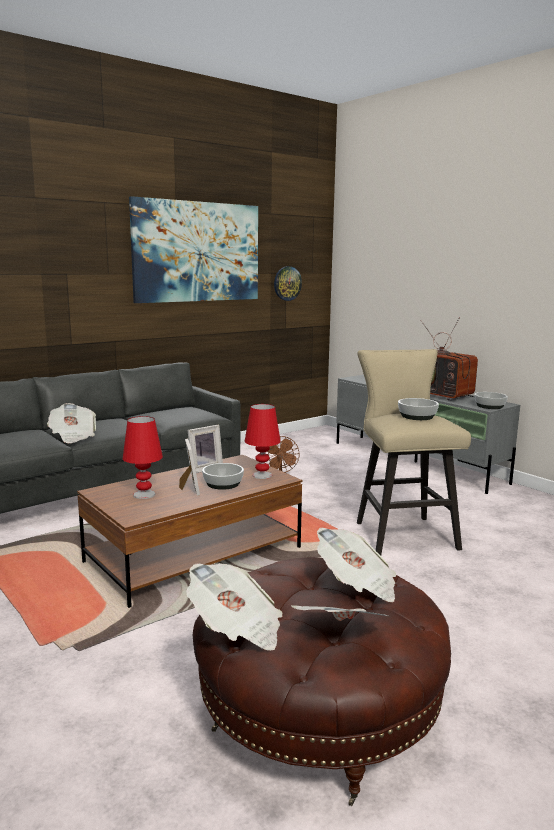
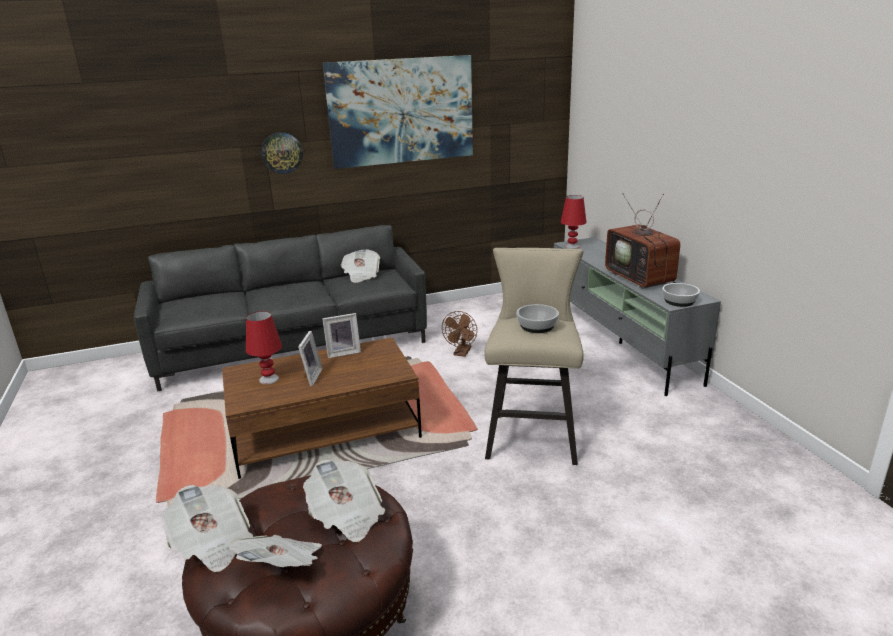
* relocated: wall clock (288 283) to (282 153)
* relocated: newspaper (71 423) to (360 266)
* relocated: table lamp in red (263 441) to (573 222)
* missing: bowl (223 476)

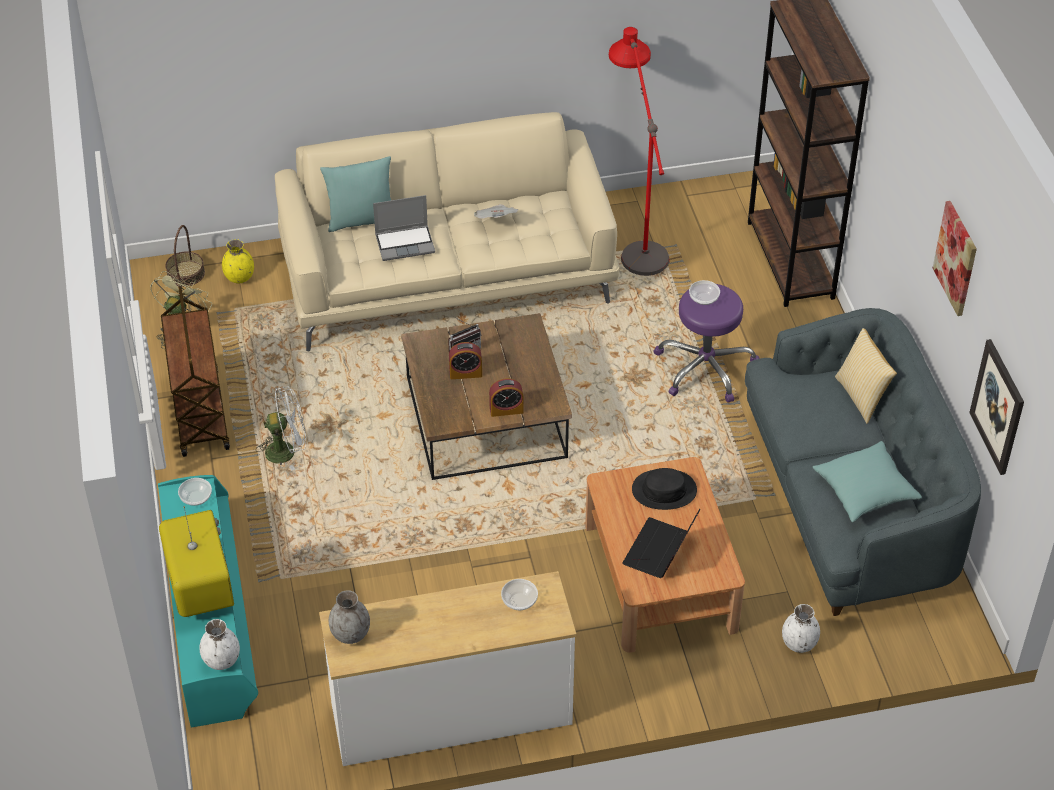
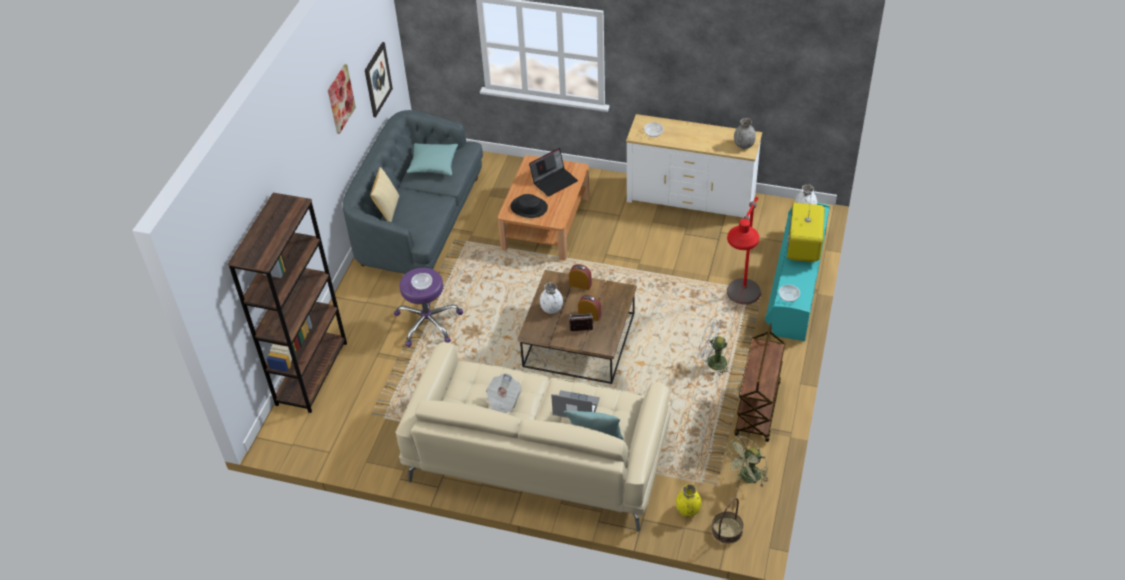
* relocated: vase in white (801 628) to (551 298)
* relocated: floor lamp in red (639 151) to (744 251)

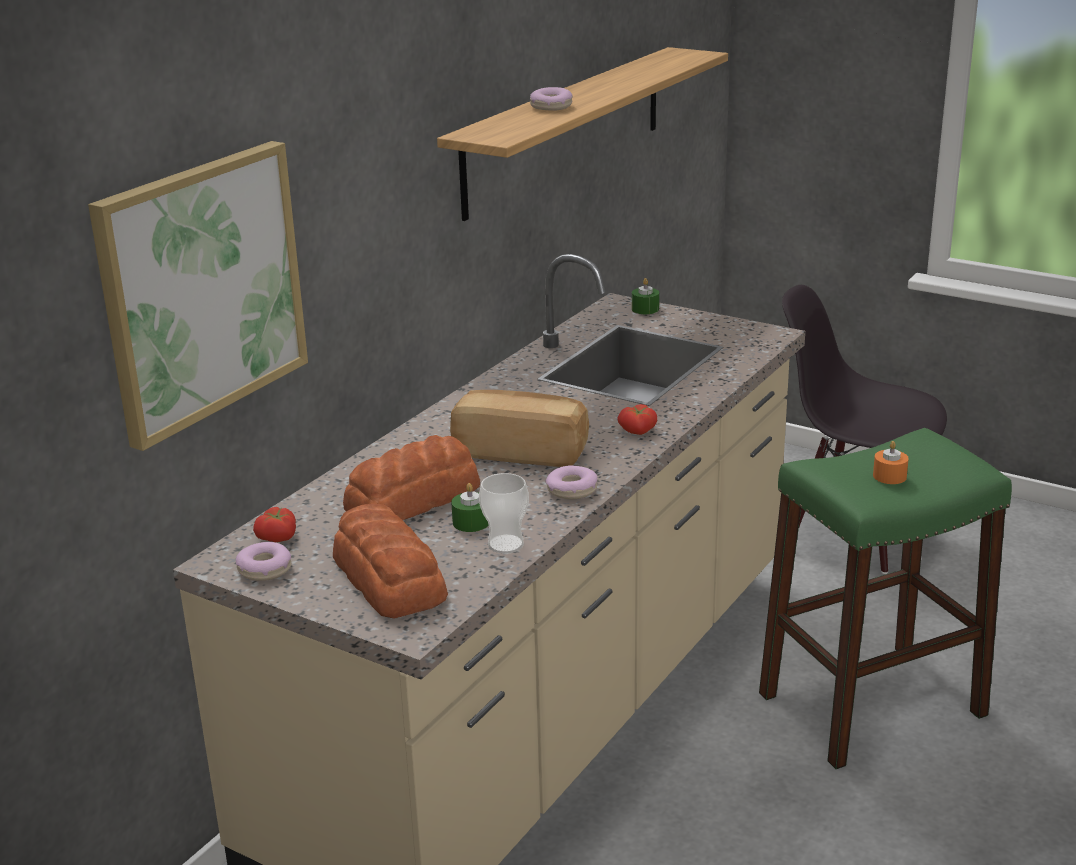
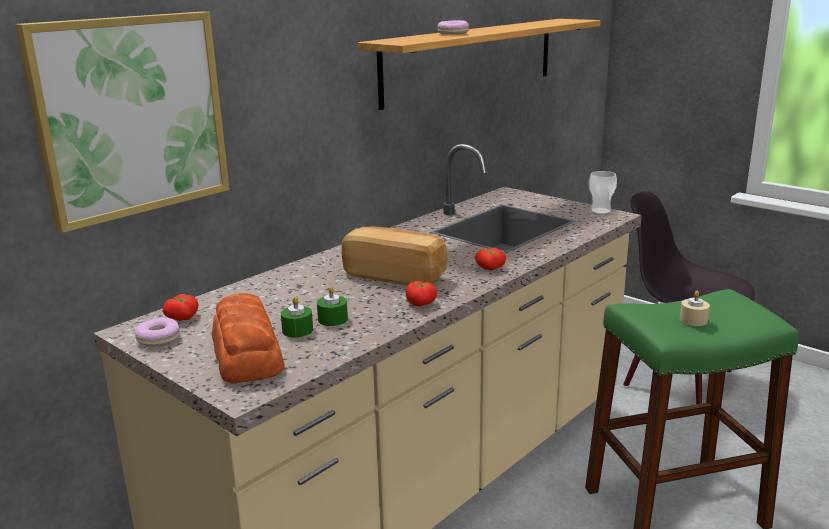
* relocated: candle in green (645 296) to (297 317)
* exchanged: donut (571 482) to tomato (421 294)
* relocated: cup (504 513) to (603 192)
* colour: candle in orange (891 462) to candle in beige (695 308)
* missing: bread (411 477)

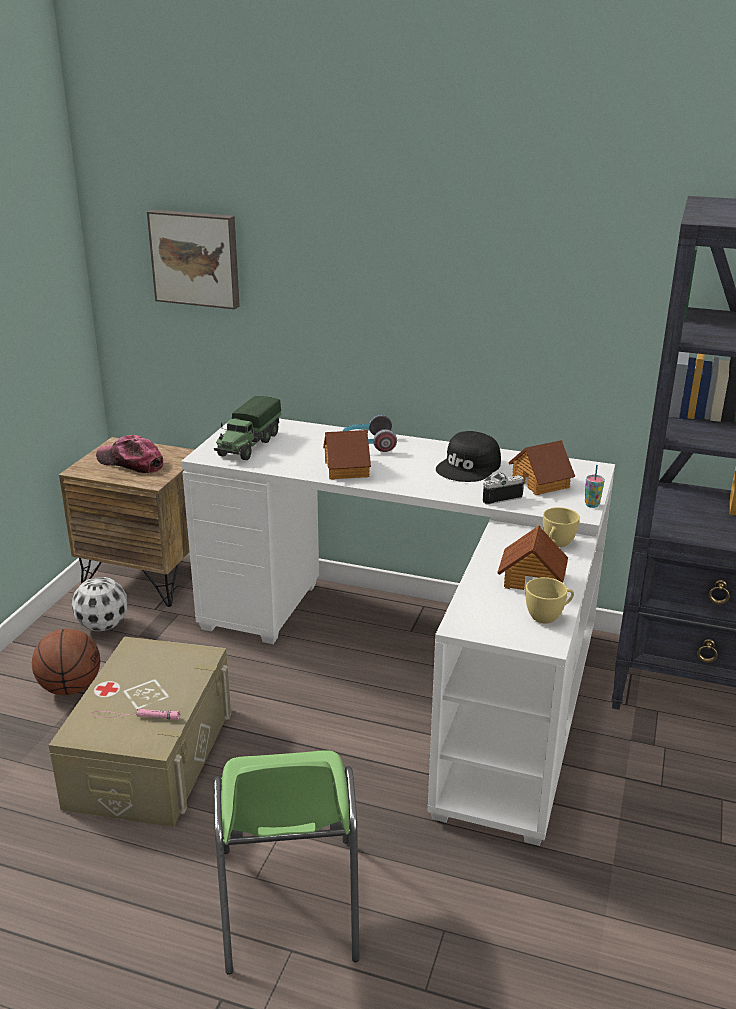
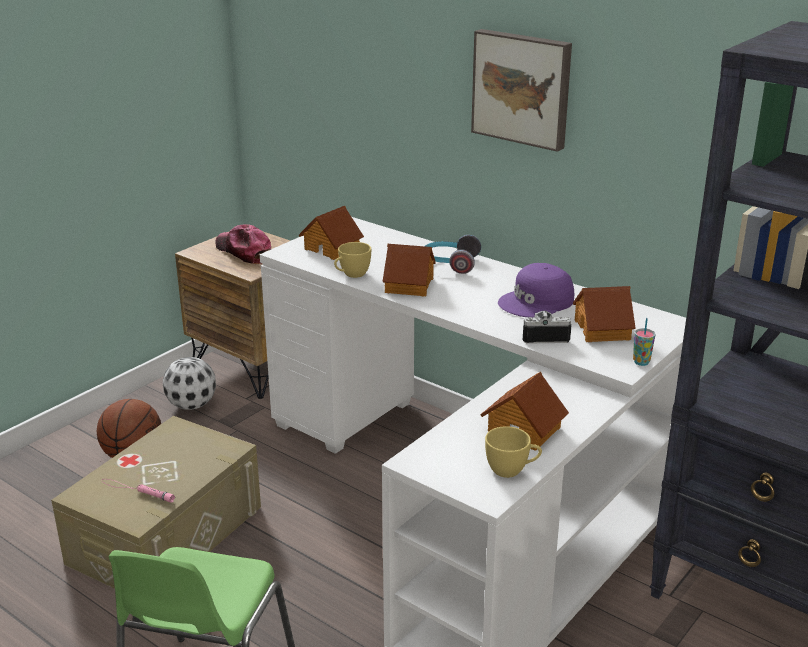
* exchanged: toy truck (247 428) to toy house (331 233)
* relocated: cup in yellow (561 527) to (352 260)
* relocated: picture (193 259) to (521 90)
* colour: cap in black (468 456) to cap in purple (536 290)

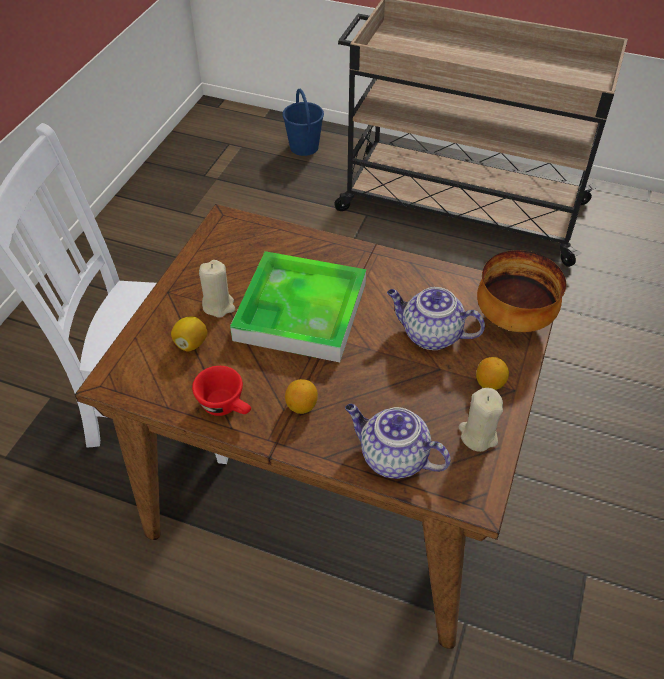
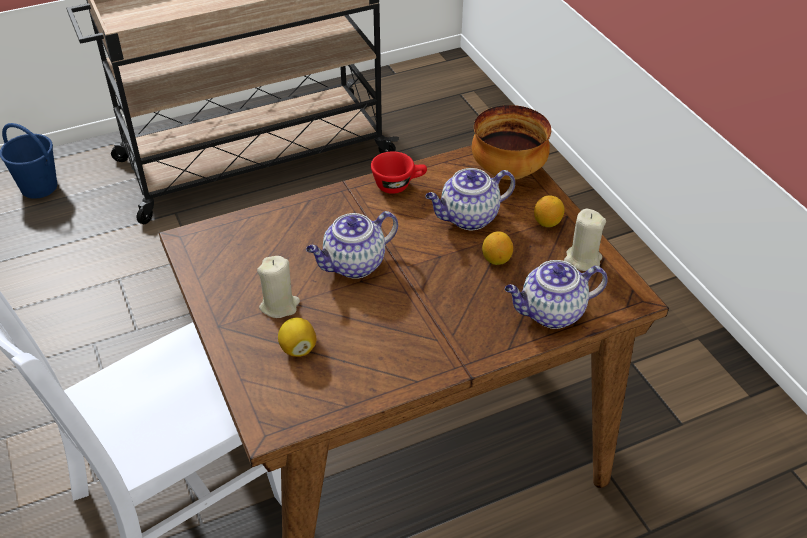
* exchanged: tray (298 306) to teapot (352 245)
* relocated: cup in red (221 391) to (399 172)
* relocated: lemon (301 396) to (497 248)

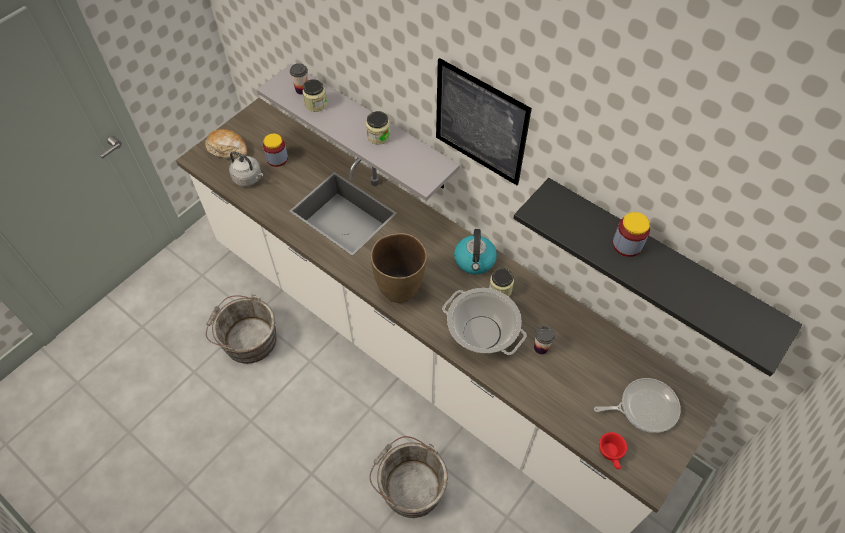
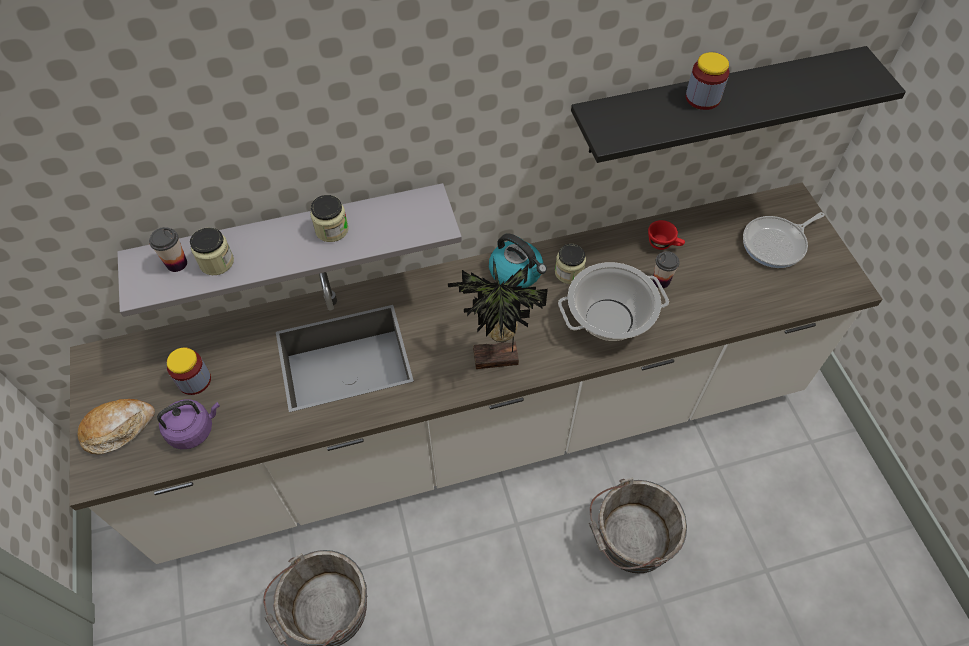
* colour: kettle in grey (246 168) to kettle in purple (188 424)
* exchanged: vase in brown (399 268) to potted plant (498 312)
* relocated: cup in red (613 450) to (666 235)
* spun: frying pan (637 405) = (784 240) 150 degrees counterclockwise
* missing: picture (484 121)

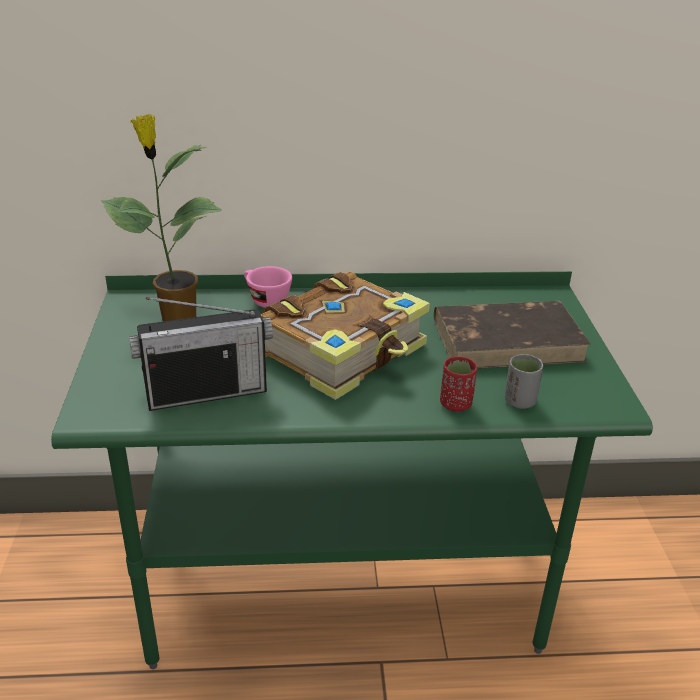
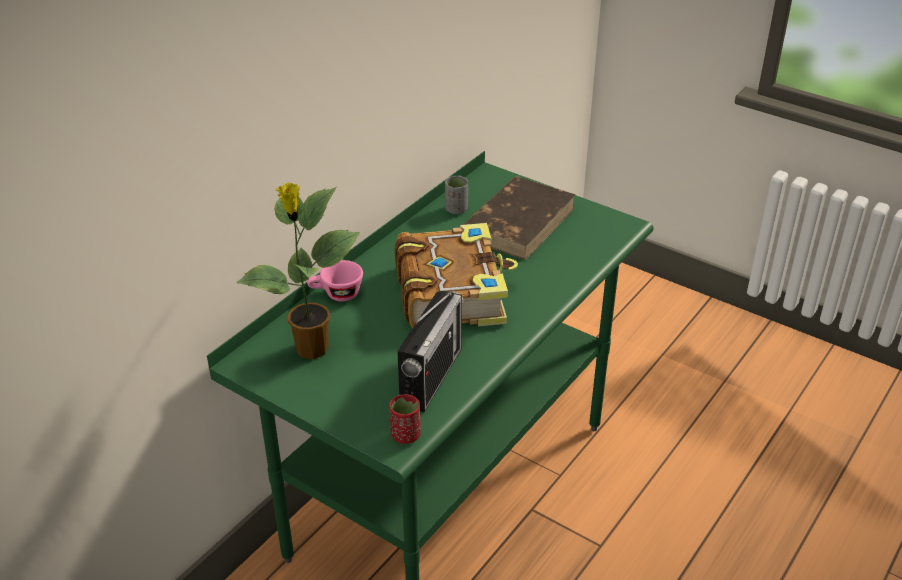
* relocated: cup in red (458 384) to (405 419)
* relocated: cup in grey (524 381) to (456 195)

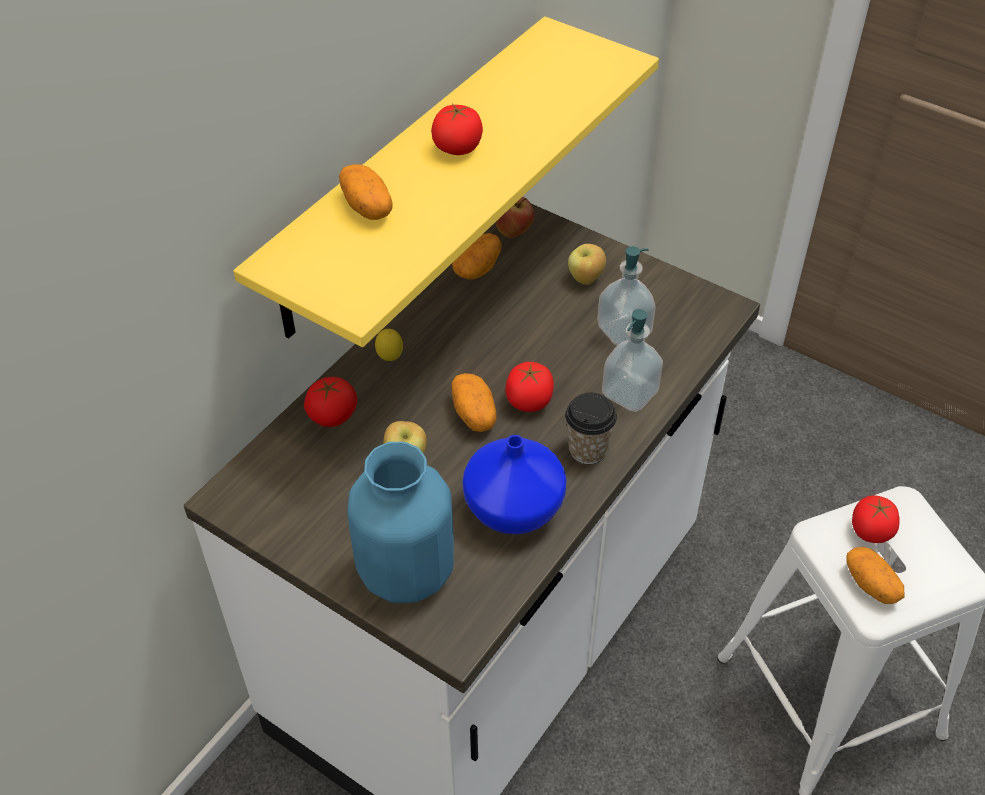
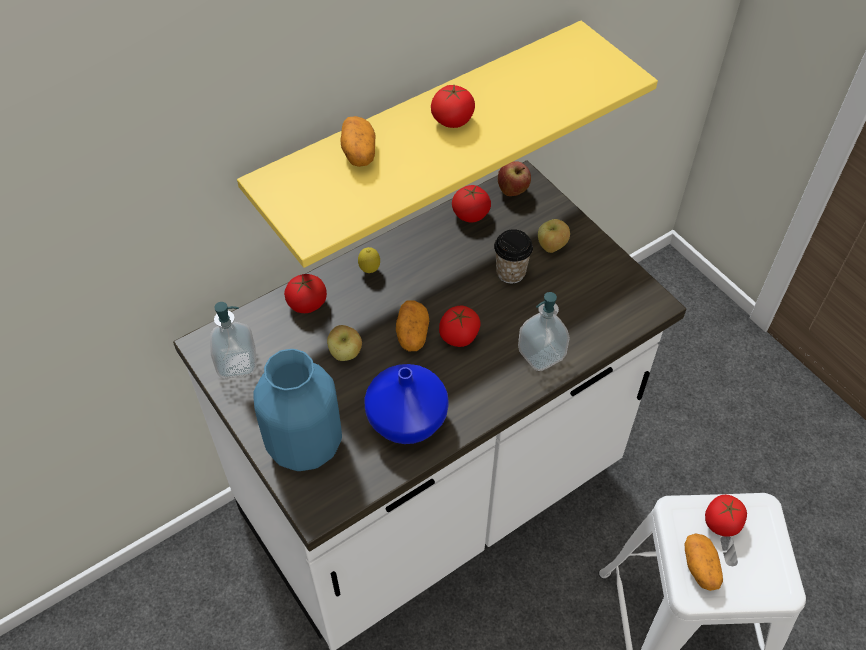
* relocated: soap dispenser (626 296) to (233 340)
* exchanged: potato (477 256) to tomato (471 203)
* relocated: cup (591 428) to (513 256)

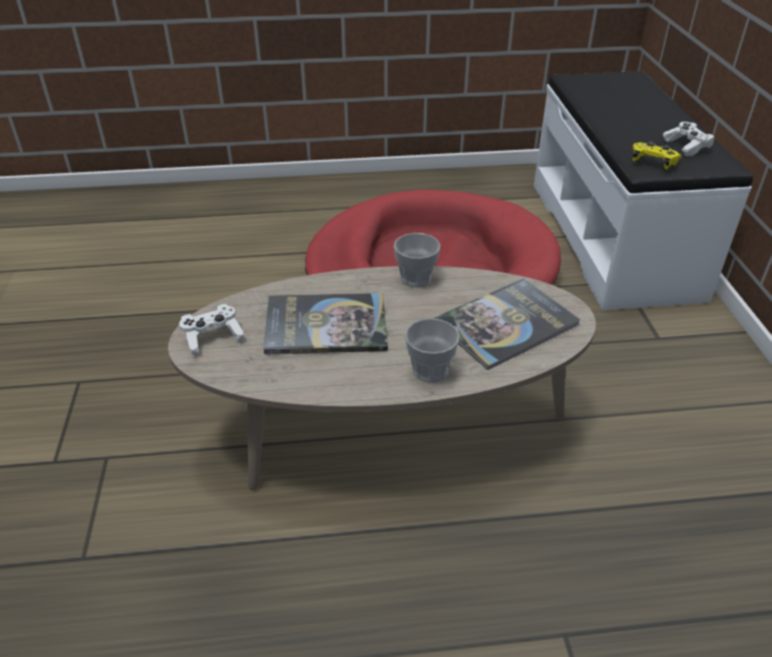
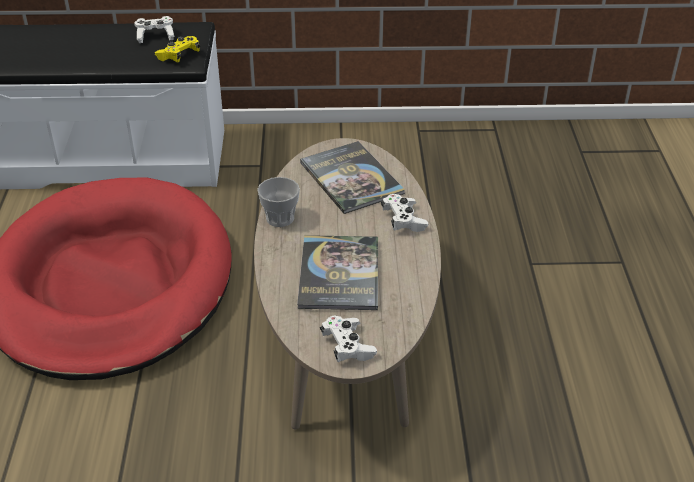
* exchanged: cup (432 350) to game controller in white (404 213)

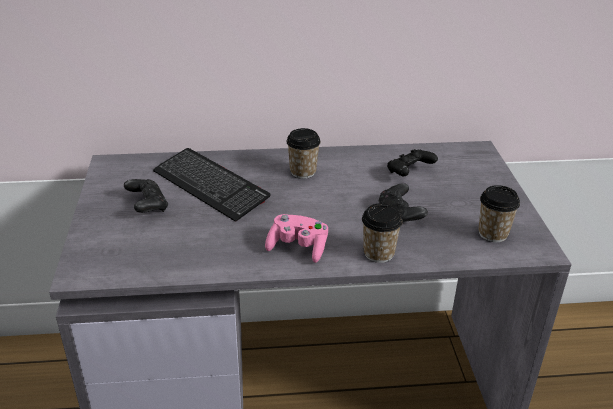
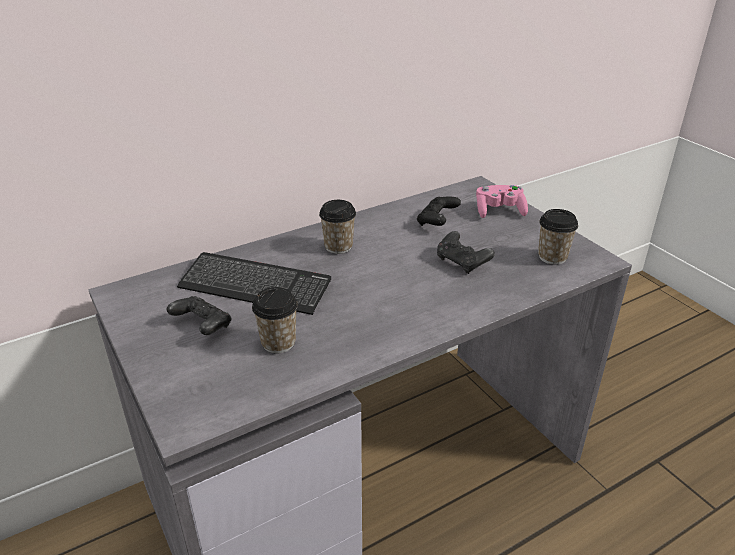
* relocated: cup (382 233) to (275 320)
* relocated: game controller in pink (296 238) to (502 201)

